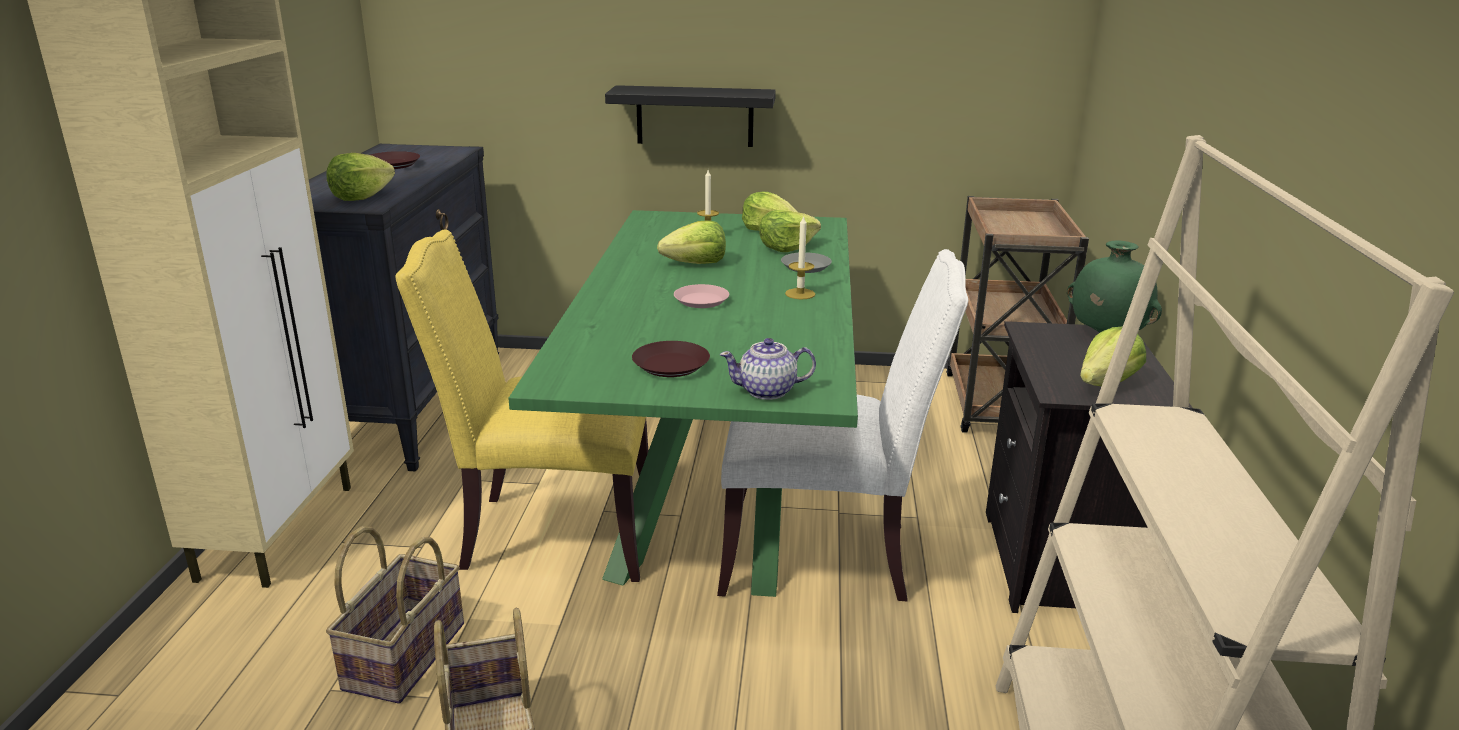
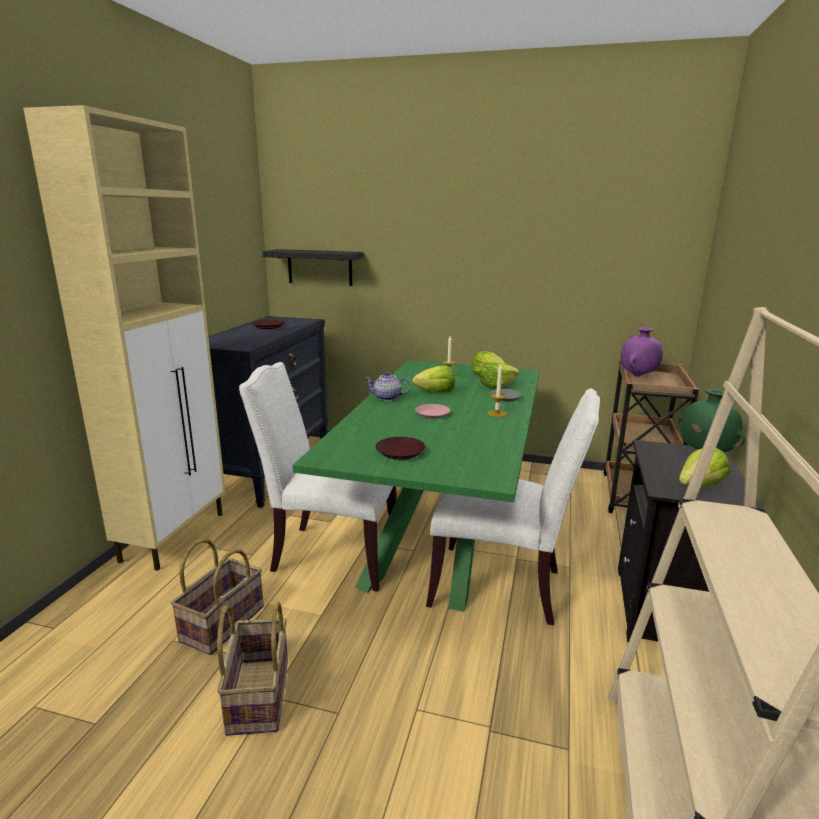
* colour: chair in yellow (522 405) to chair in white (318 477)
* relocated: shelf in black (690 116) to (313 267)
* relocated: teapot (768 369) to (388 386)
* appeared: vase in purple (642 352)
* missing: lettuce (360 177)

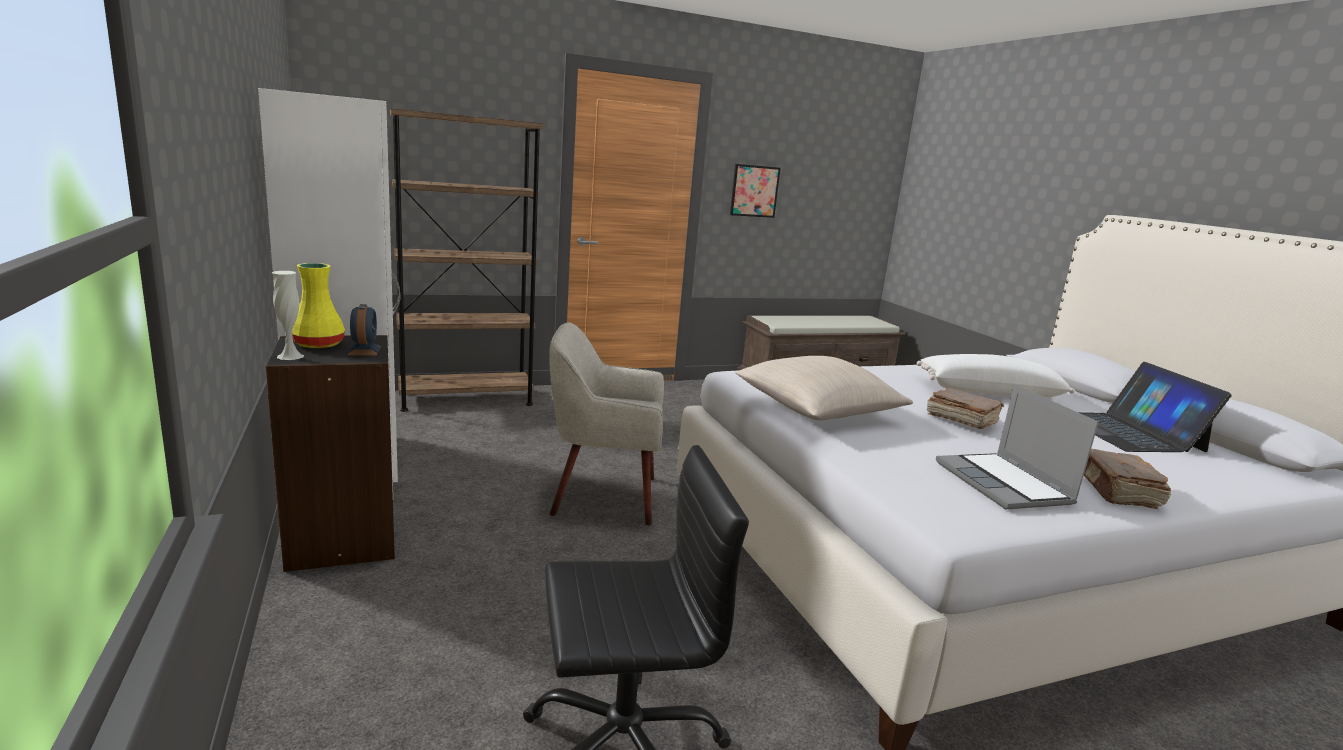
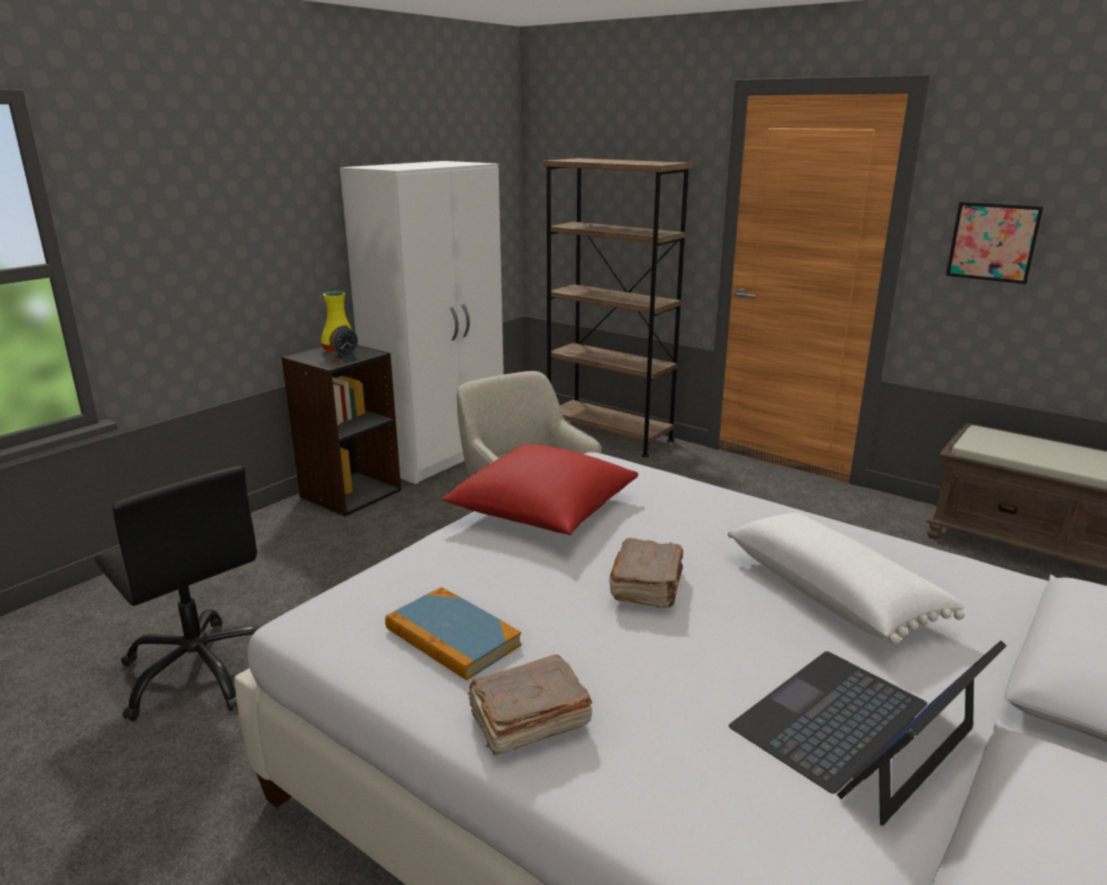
* exchanged: laptop (1017 446) to book (453 633)
* colour: pillow in beige (824 388) to pillow in red (539 489)
* missing: vase in white (288 315)

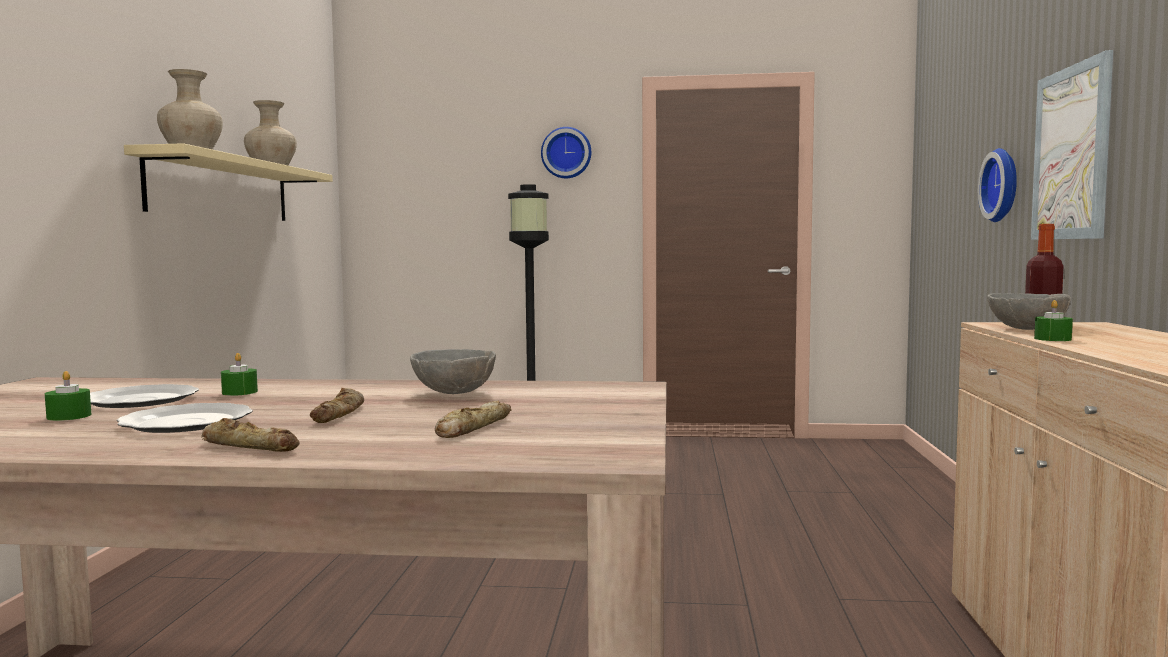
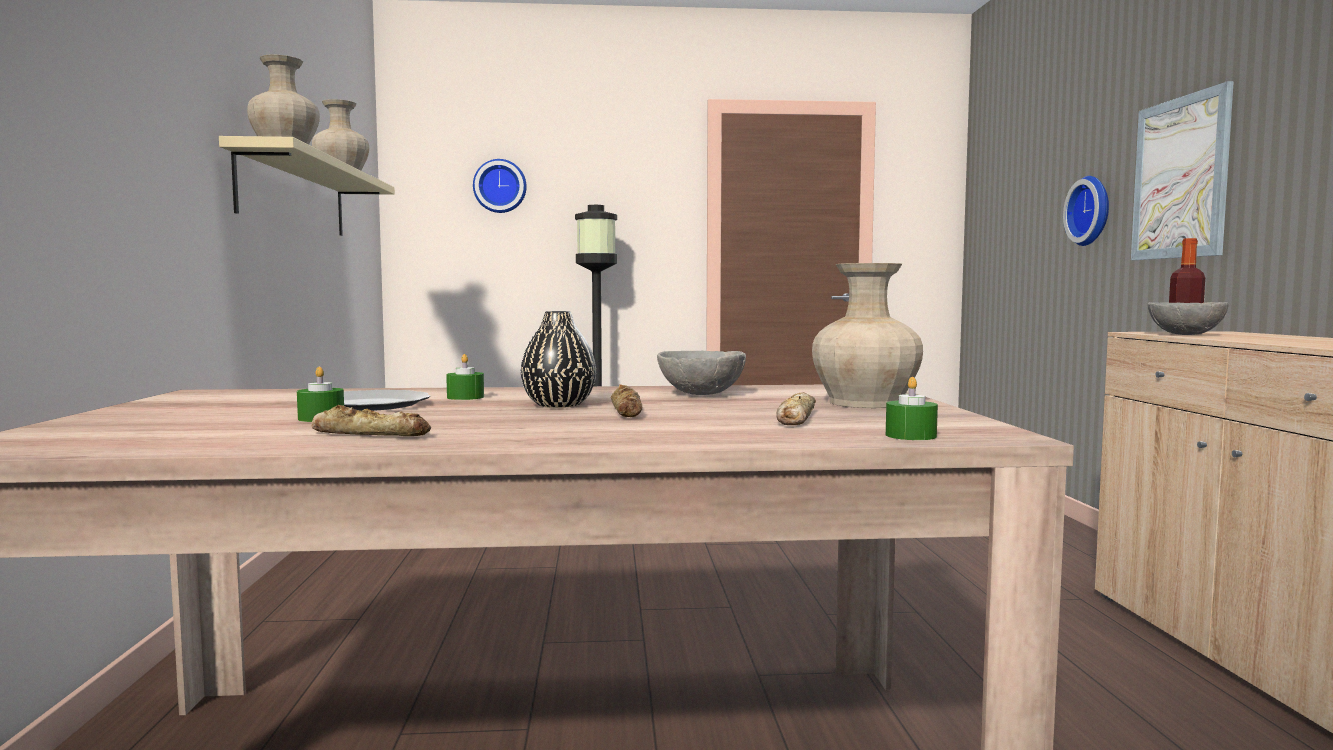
* relocated: bread (250 435) to (371 420)
* relocated: wall clock (566 152) to (500 186)
* appeared: vase in black (558 359)
* appeared: vase in beige (867 335)
* relocated: candle in green (1053 320) to (912 408)
* missing: plate (185 418)

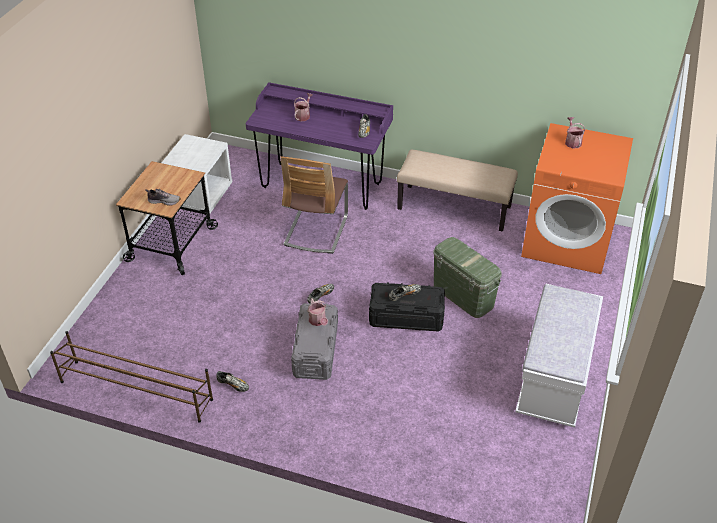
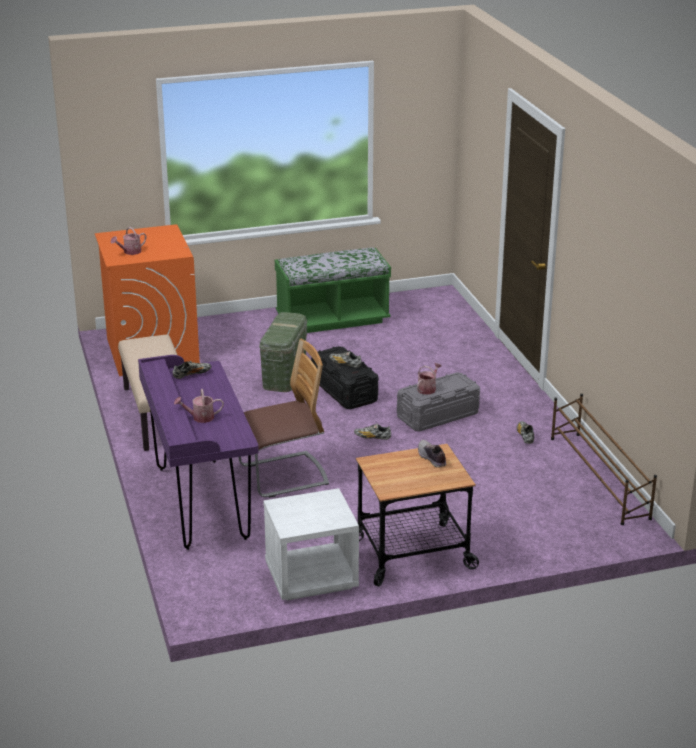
* colour: bench in white (559 356) to bench in green (333 290)

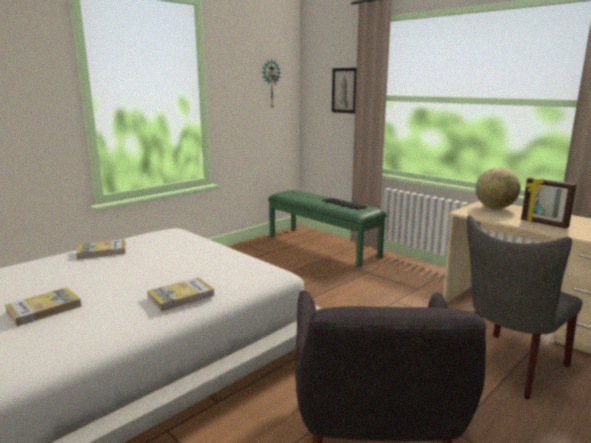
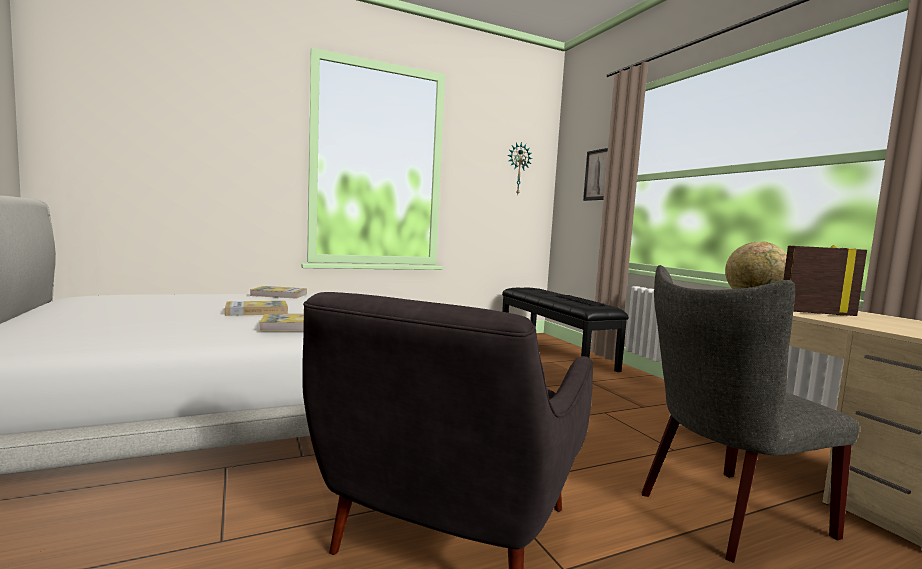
* relocated: book (43 306) to (256 308)
* colour: bench in green (327 229) to bench in black (565 330)
* spun: picture frame (549 203) = (825 280) 120 degrees clockwise

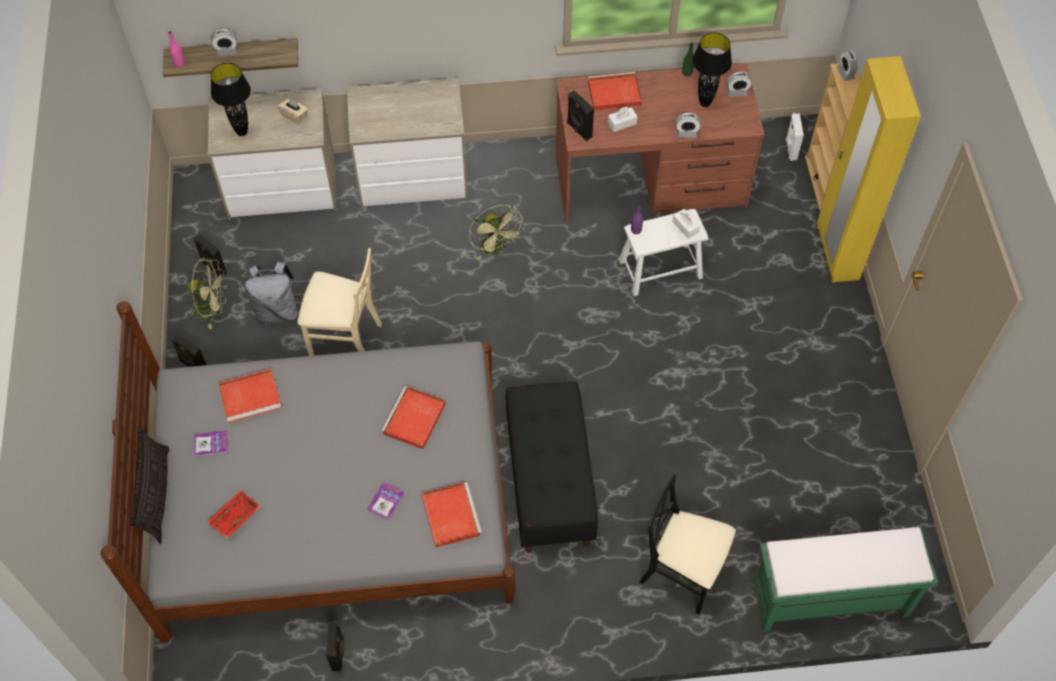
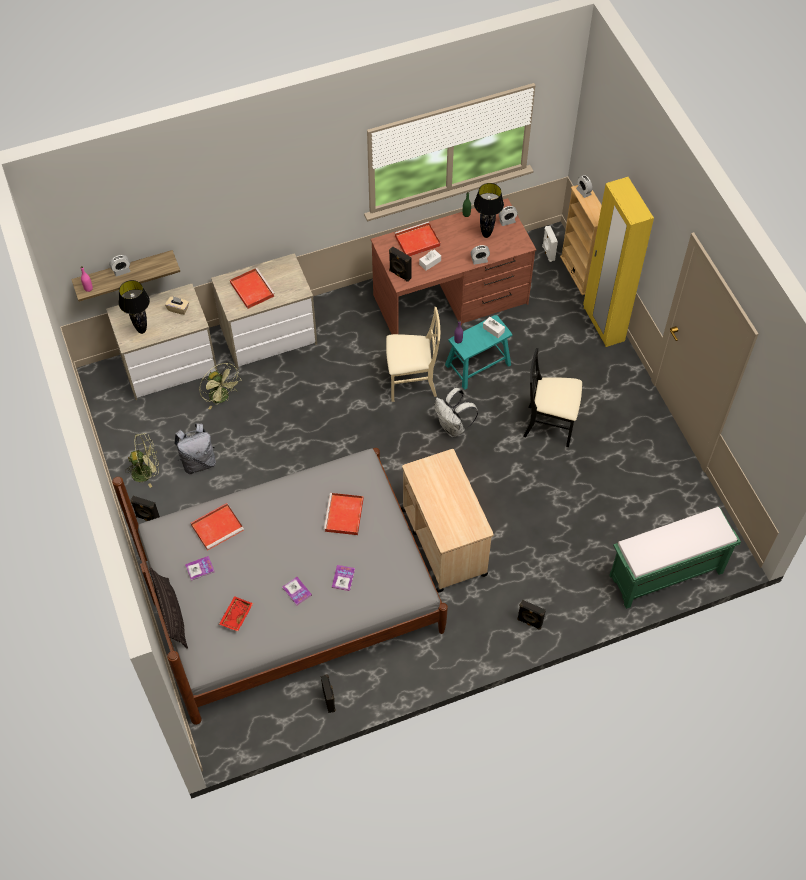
* relocated: fan in green (497 232) to (220 386)
* relocated: tray in red (451 515) to (252 288)
* appeared: book (297 591)
* relocated: chair in beige (340 302) to (413 354)
* exchanged: bench in black (552 467) to cart in beige (447 520)
* appeared: backpack in white (456 412)
* colour: stool in white (663 252) to stool in turquoise (478 352)
* relocated: speaker in black (210 256) to (531 614)
* relocated: chair in black (687 544) to (552 397)

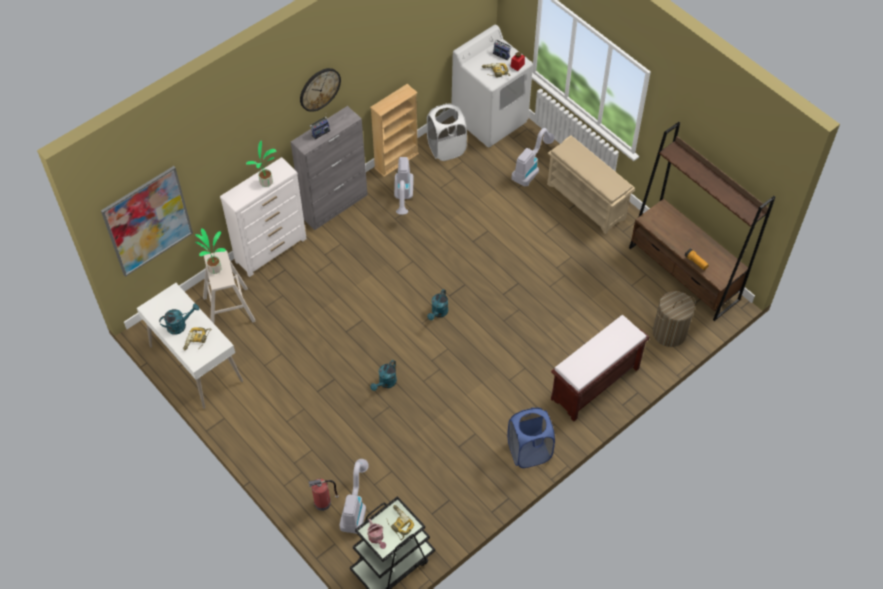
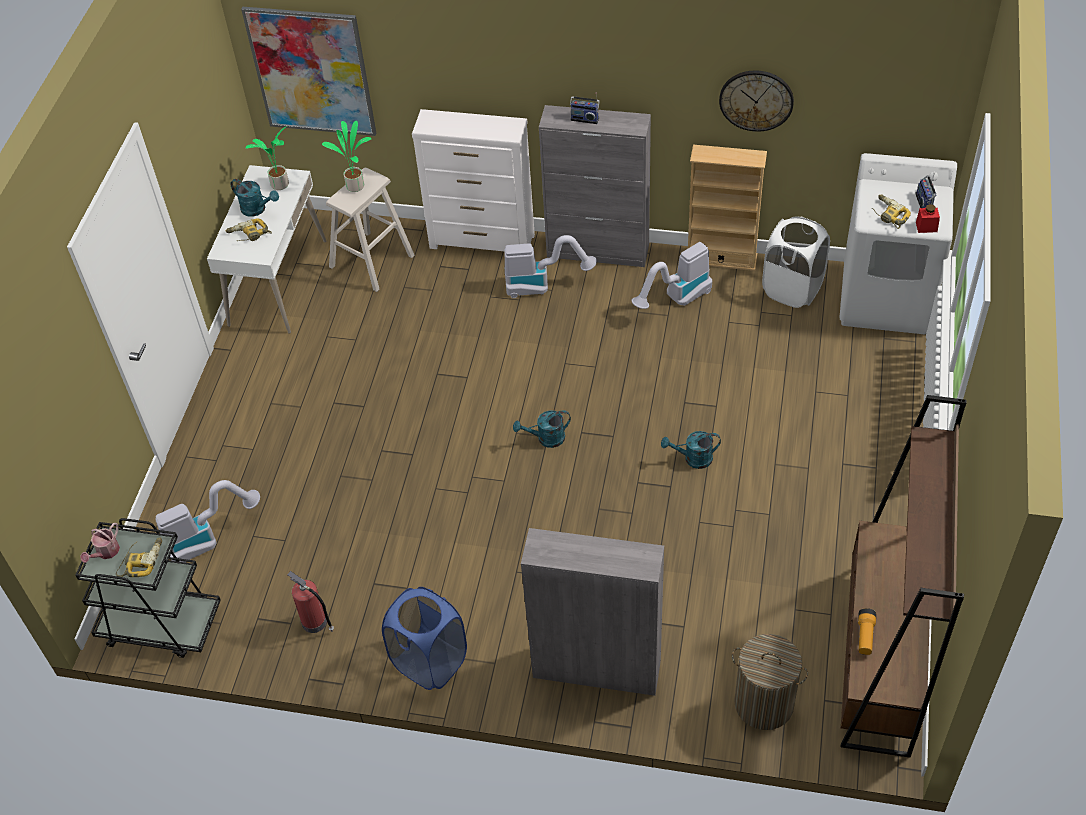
* relocated: potted plant (261 164) to (267 158)
* relocated: fire extinguisher (324 495) to (310 602)
* relocated: vacuum cleaner (532 157) to (550 266)
* exchanged: bench in brown (600 368) to cabinet in grey (592 612)
* relocated: watering can in turquoise (383 375) to (691 450)
* relocated: wall clock (320 90) to (756 101)
* missing: shoe rack in beige (591 185)

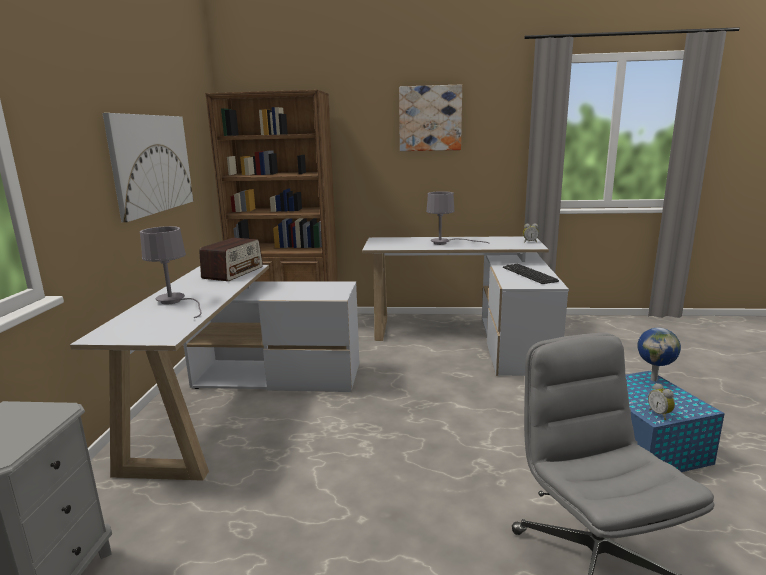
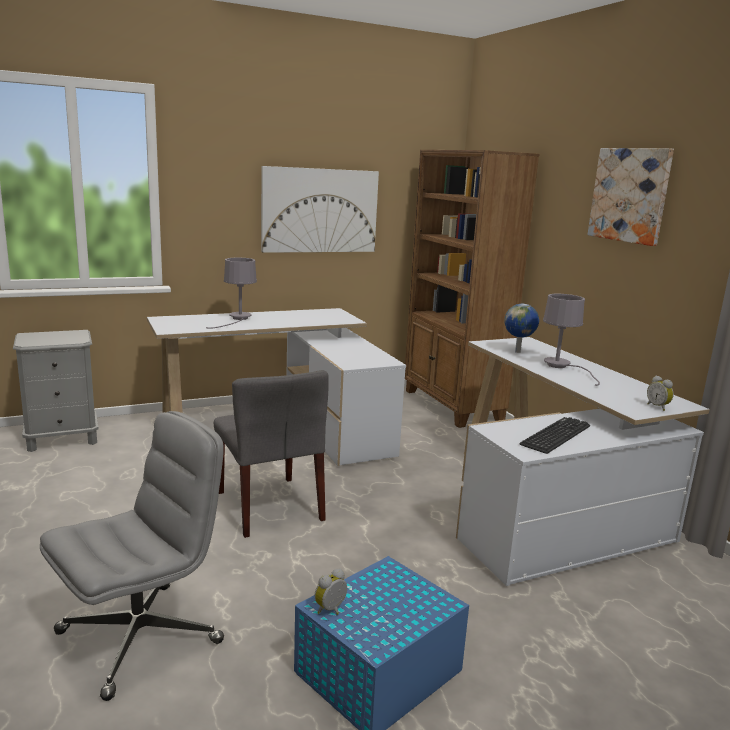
* appeared: chair in grey (271 454)
* relocated: globe (659 355) to (521 328)
* missing: radio (231 259)

